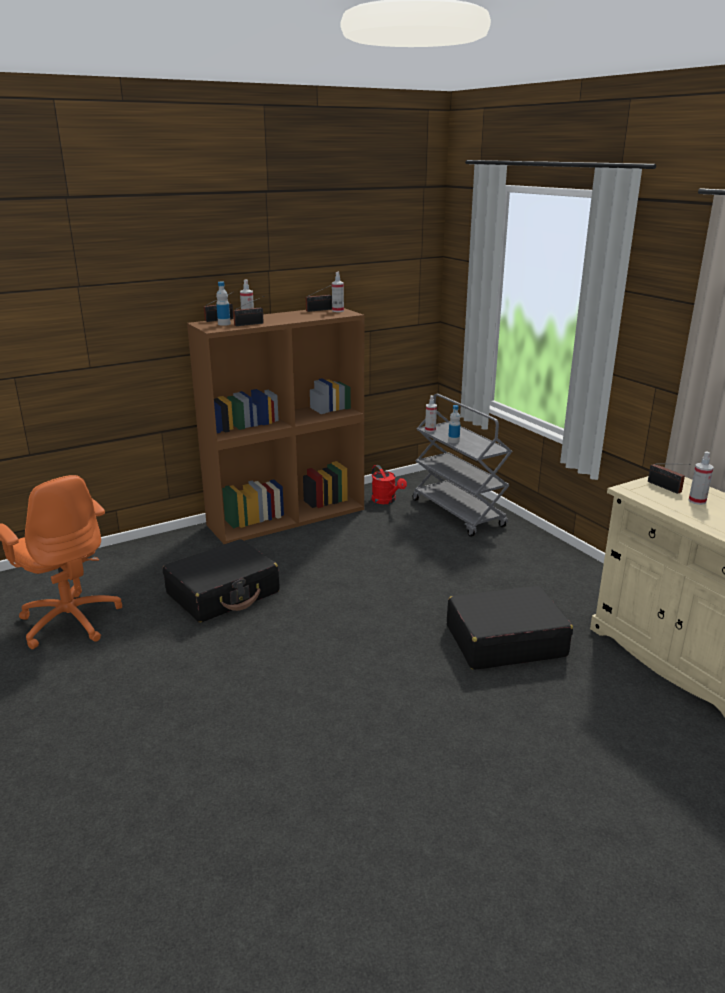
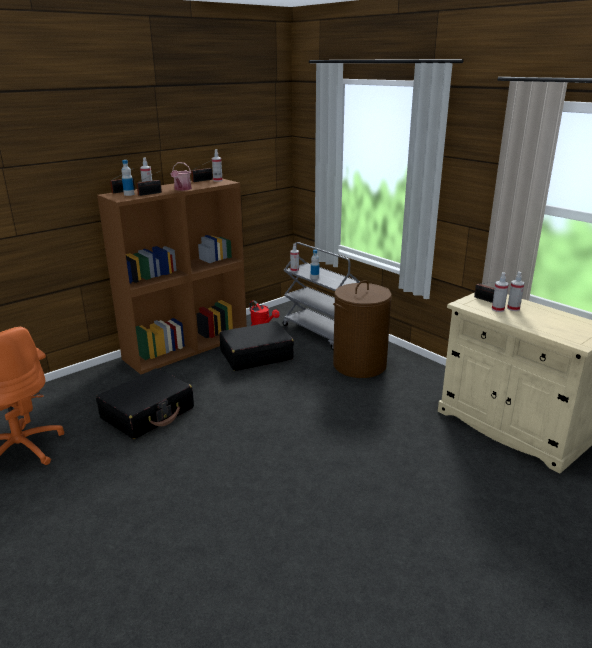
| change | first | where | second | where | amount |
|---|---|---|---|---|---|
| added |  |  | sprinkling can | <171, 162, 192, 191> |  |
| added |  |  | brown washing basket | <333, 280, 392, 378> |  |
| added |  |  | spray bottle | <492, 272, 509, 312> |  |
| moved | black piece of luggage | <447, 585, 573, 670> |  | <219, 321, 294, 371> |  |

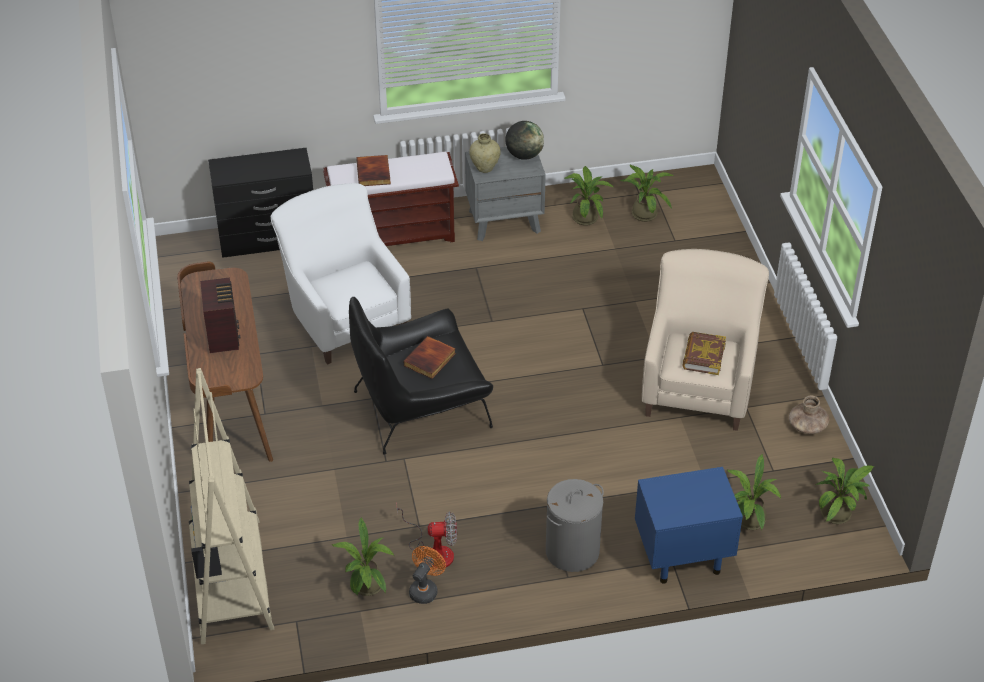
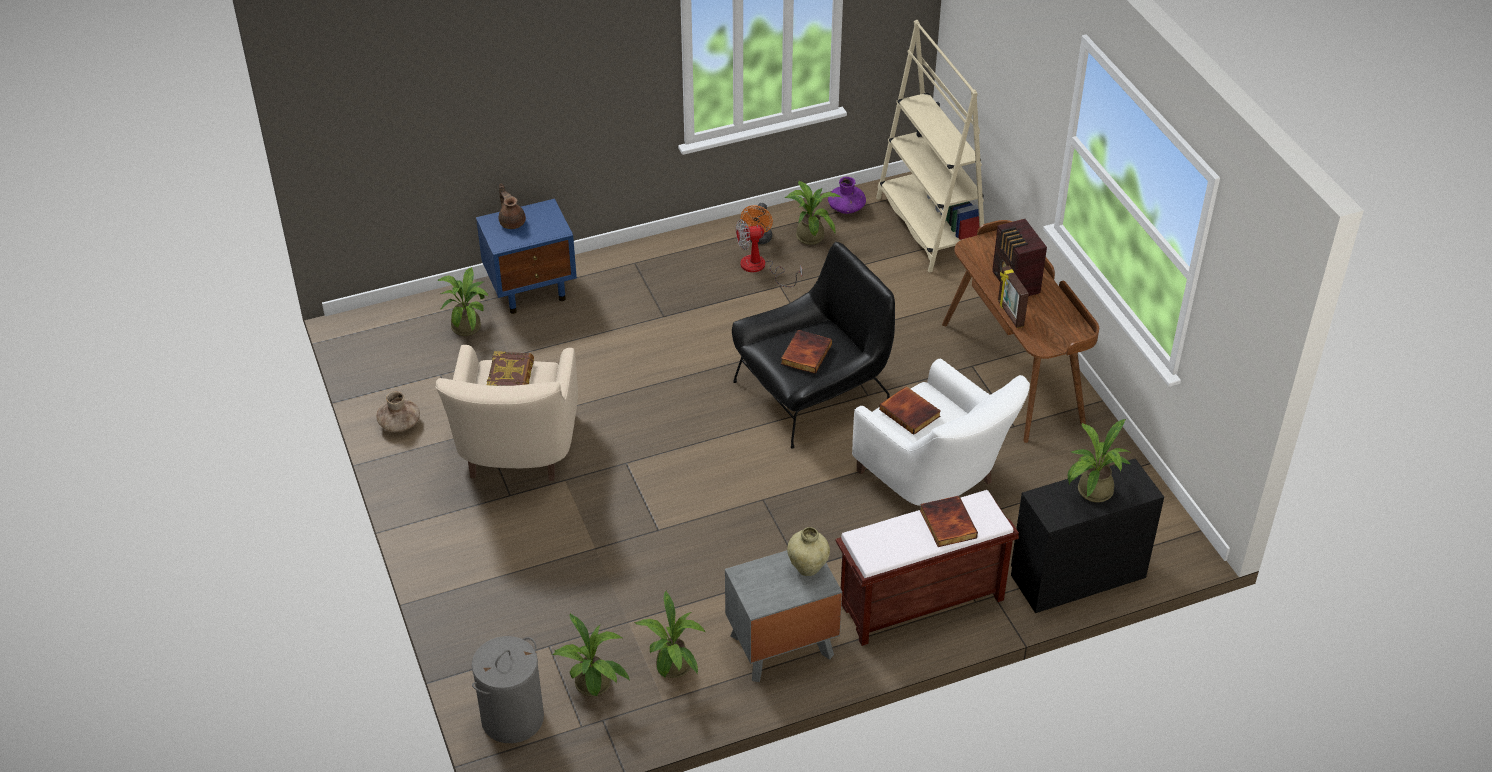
| change | first | where | second | where | amount |
|---|---|---|---|---|---|
| removed | world globe | <505, 121, 544, 160> |  |  |  |
| added |  |  | brown tea pot | <499, 183, 526, 229> |  |
| added |  |  | purple vase | <828, 177, 866, 214> |  |
| added |  |  | volume | <879, 386, 941, 435> |  |
| added |  |  | photo frame | <998, 266, 1029, 328> |  |
| moved | grey washing basket | <546, 479, 604, 572> |  | <472, 636, 544, 743> |  |
| moved | potted plant | <816, 458, 875, 524> |  | <1068, 419, 1131, 503> |  |

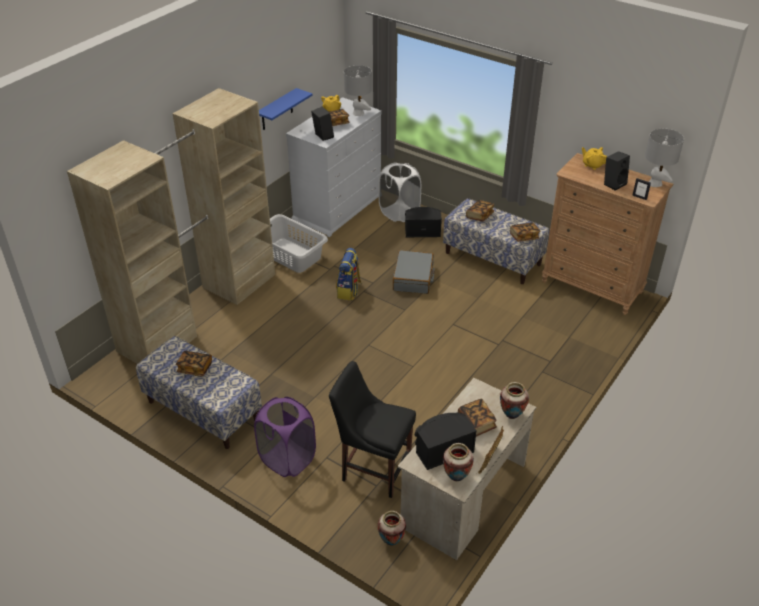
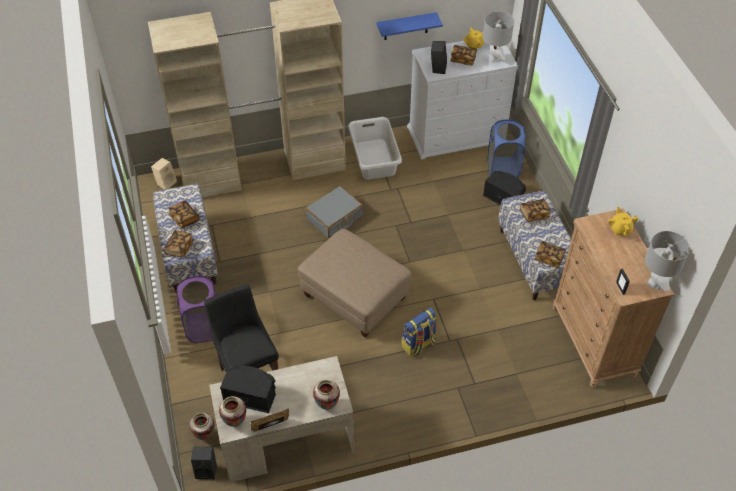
| change | first | where | second | where | amount |
|---|---|---|---|---|---|
| added |  |  | beige speaker | <151, 158, 177, 189> |  |
| added |  |  | beige ottoman | <298, 228, 411, 338> |  |
| moved | backpack | <336, 248, 362, 301> |  | <401, 308, 437, 357> |  |
| moved | grey piece of luggage | <393, 250, 434, 294> |  | <305, 186, 363, 238> |  |
| moved | volume | <458, 399, 497, 437> |  | <163, 230, 194, 258> |  |
| moved | black speaker | <604, 151, 630, 191> |  | <191, 447, 217, 479> |  |
| recoloured | white washing basket | <379, 162, 421, 222> | blue-coloured washing basket | <488, 120, 526, 177> |  |

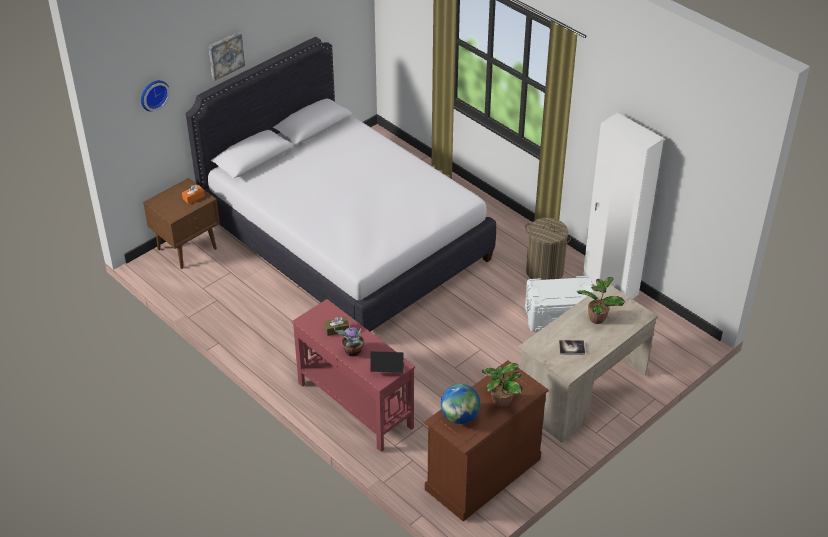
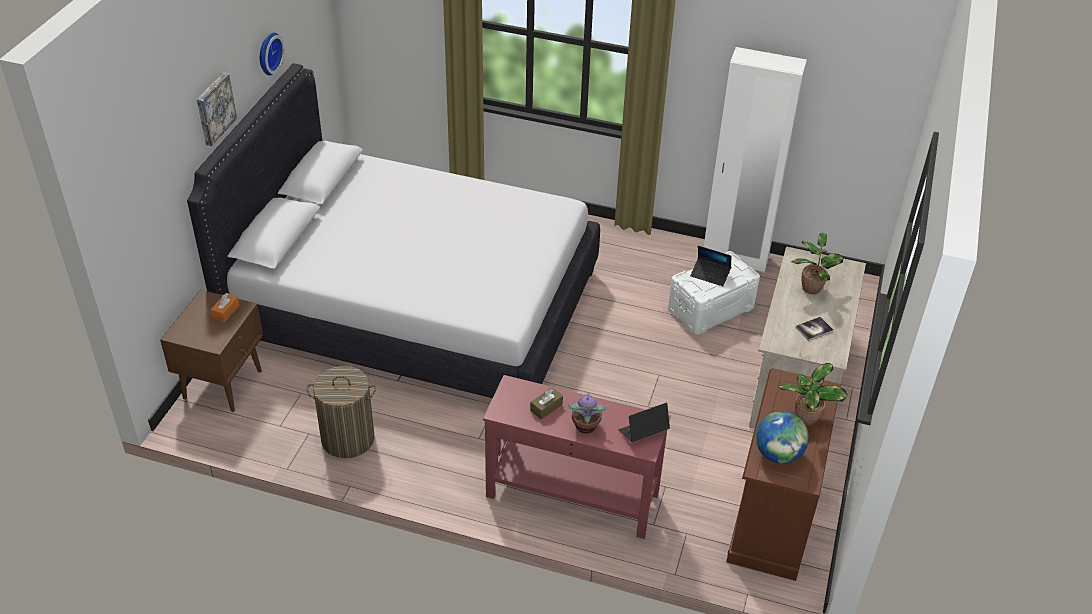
| change | first | where | second | where | amount |
|---|---|---|---|---|---|
| added |  |  | portable computer | <690, 246, 731, 286> |  |
| moved | wall clock | <141, 80, 170, 112> |  | <260, 33, 285, 76> |  |
| moved | washing basket | <525, 218, 571, 280> |  | <307, 366, 376, 458> |  |

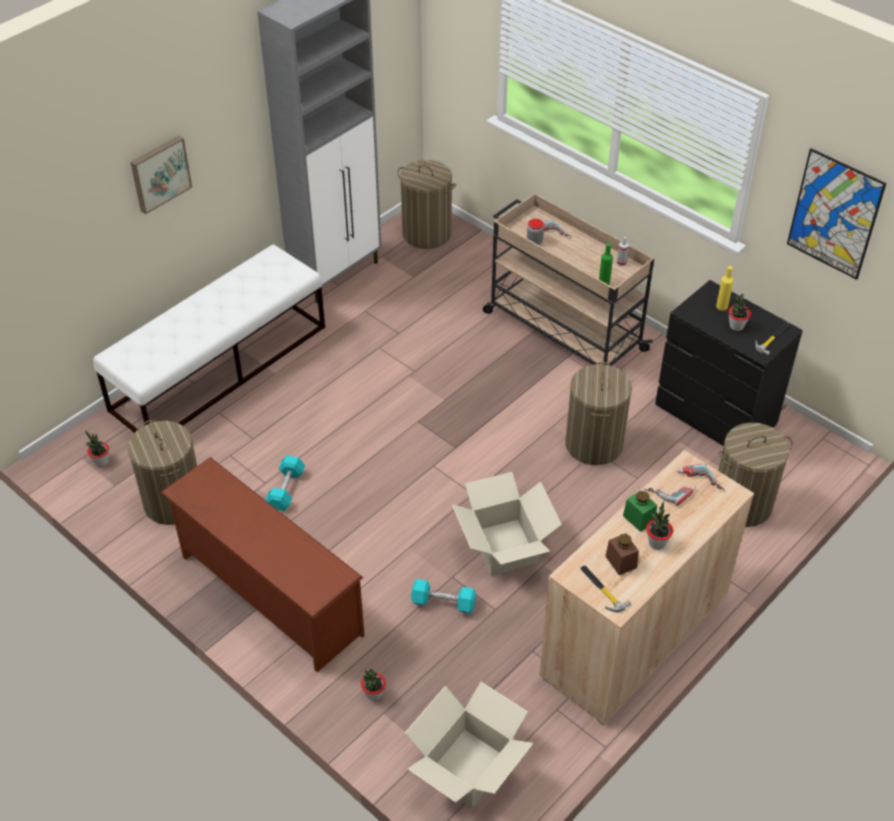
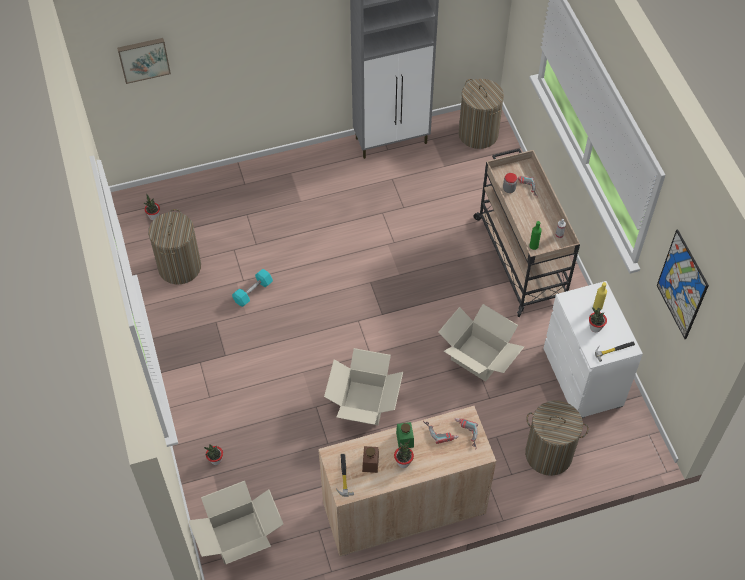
| change | first | where | second | where | amount |
|---|---|---|---|---|---|
| removed | white indoor bench | <93, 244, 325, 433> |  |  |  |
| removed | brown shoe rack | <161, 457, 365, 672> |  |  |  |
| removed | turquoise dumbbell | <411, 579, 476, 613> |  |  |  |
| moved | picture | <130, 136, 192, 214> |  | <117, 38, 171, 84> |  |
| replaced | washing basket | <565, 362, 632, 465> | carton | <438, 304, 524, 382> |  |
| recoloured | black dresser | <655, 280, 803, 446> | white dresser | <543, 281, 643, 418> |  |

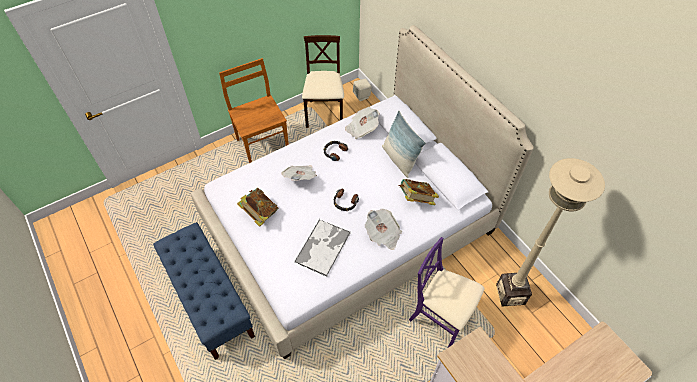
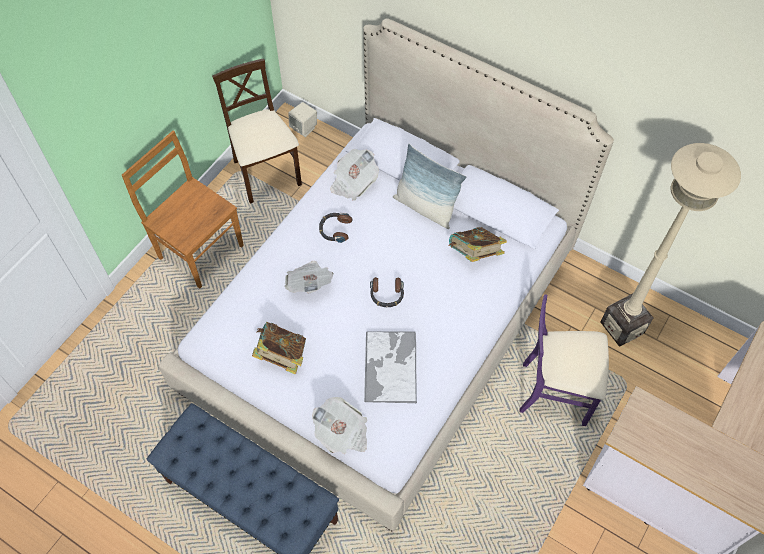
| change | first | where | second | where | amount |
|---|---|---|---|---|---|
| moved | printed paper | <365, 209, 402, 250> |  | <312, 397, 367, 454> |  |

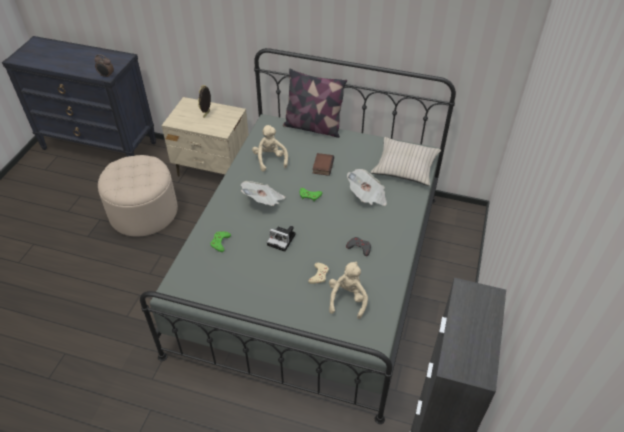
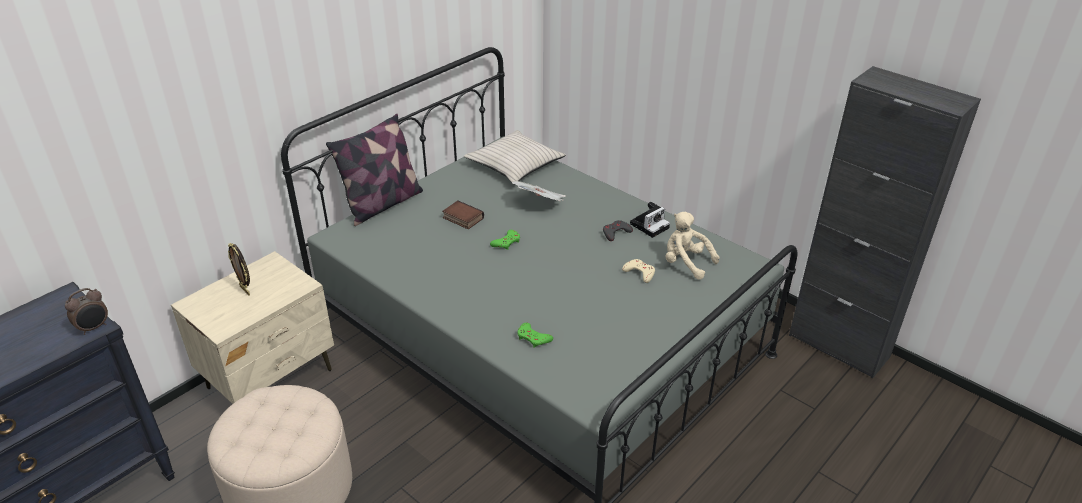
| change | first | where | second | where | amount |
|---|---|---|---|---|---|
| removed | printed paper | <241, 181, 285, 206> |  |  |  |
| removed | beige cuddly toy | <252, 125, 288, 172> |  |  |  |
| moved | still camera | <267, 226, 296, 252> |  | <630, 202, 670, 238> |  |

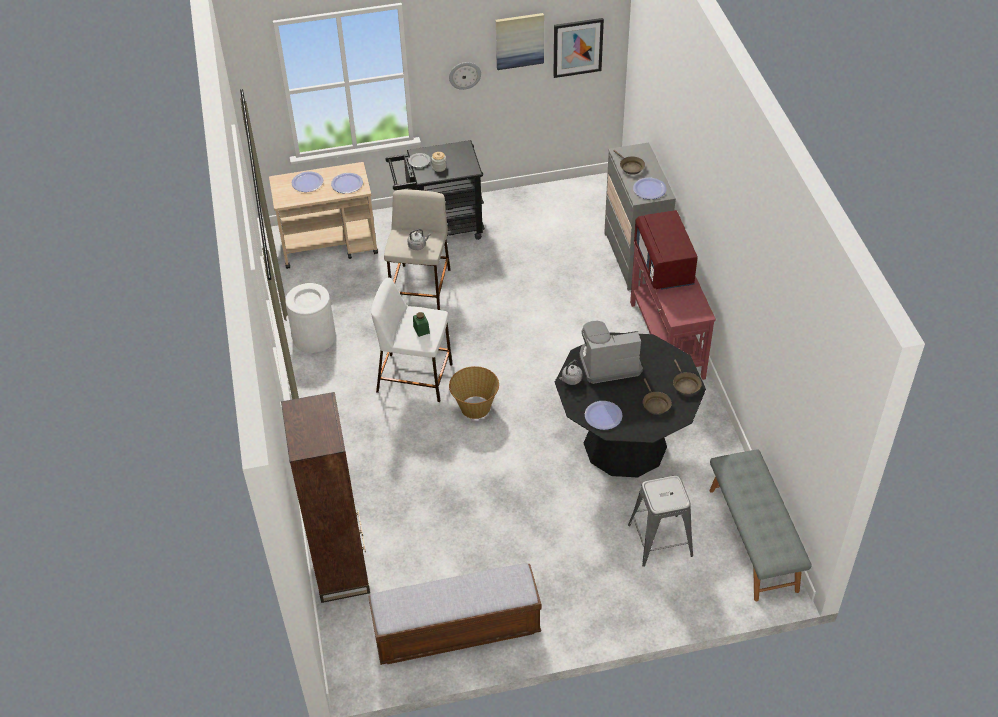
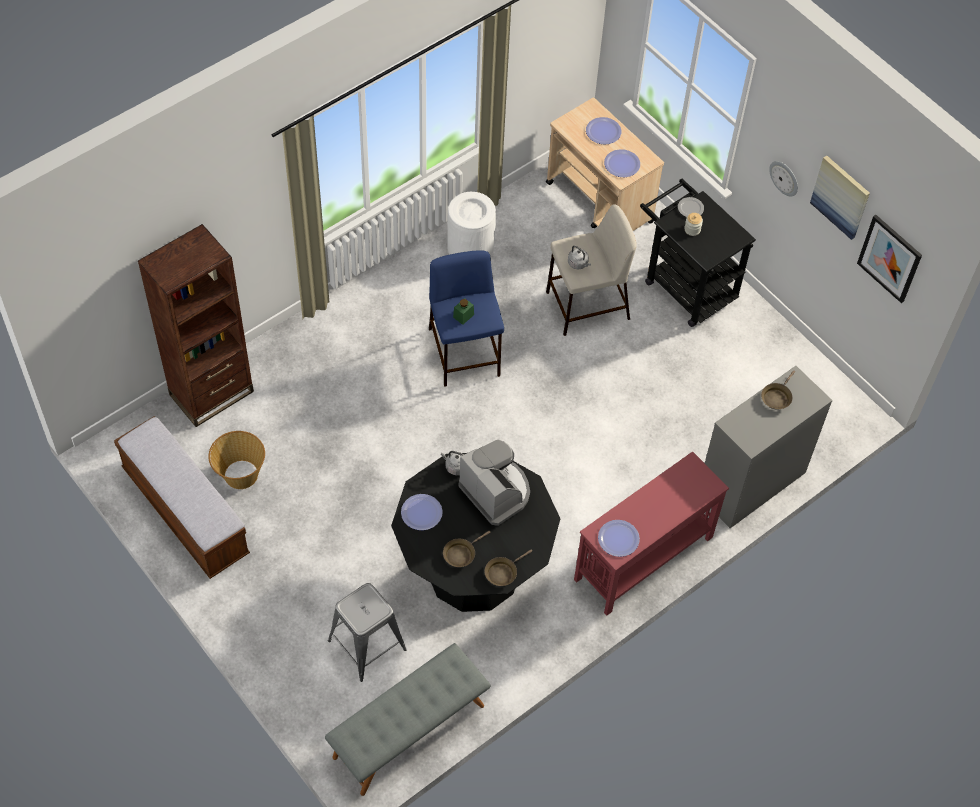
| change | first | where | second | where | amount |
|---|---|---|---|---|---|
| removed | red microwave | <634, 210, 698, 290> |  |  |  |
| moved | household basket | <449, 366, 499, 419> |  | <208, 431, 265, 489> |  |
| moved | plate | <633, 177, 666, 199> |  | <598, 520, 640, 557> |  |
| recoloured | white sitting stool | <371, 278, 453, 402> | blue-coloured sitting stool | <429, 250, 504, 387> |  |

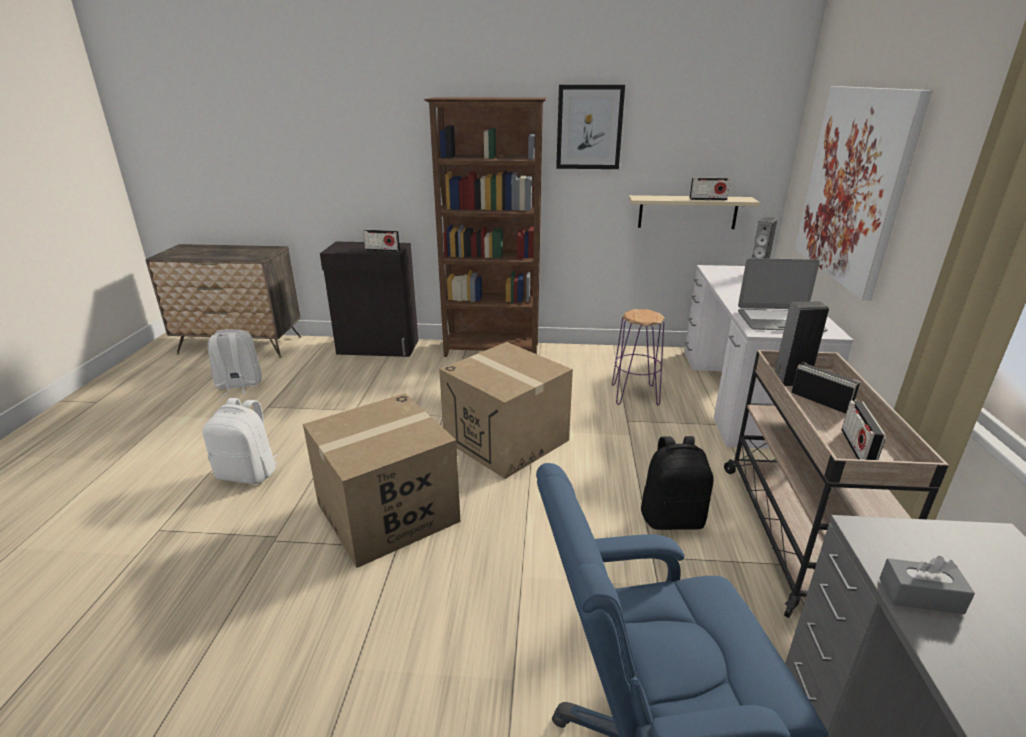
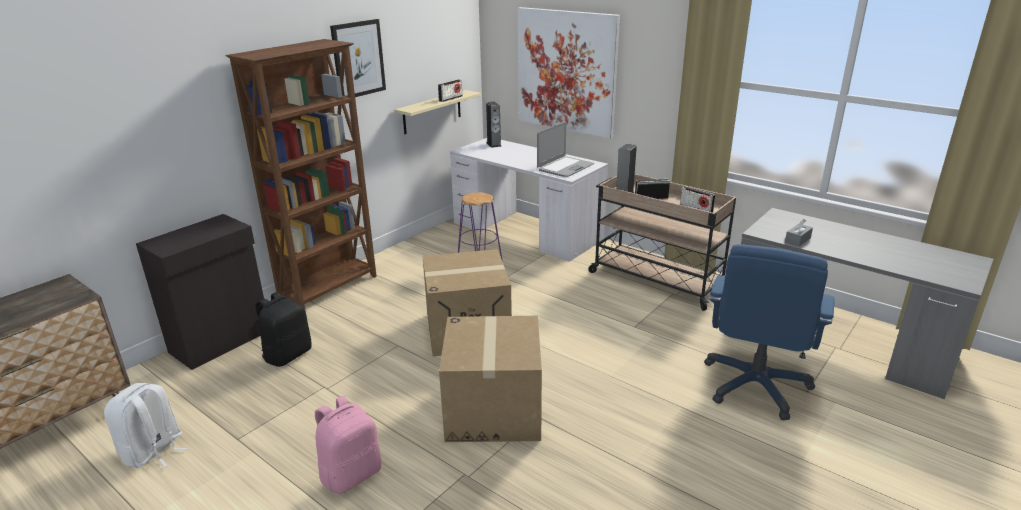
| change | first | where | second | where | amount |
|---|---|---|---|---|---|
| removed | radio receiver | <363, 230, 400, 252> |  |  |  |
| moved | black backpack | <641, 436, 714, 530> |  | <255, 292, 312, 367> |  |
| recoloured | white backpack | <202, 398, 278, 484> | pink backpack | <315, 396, 381, 494> |  |

